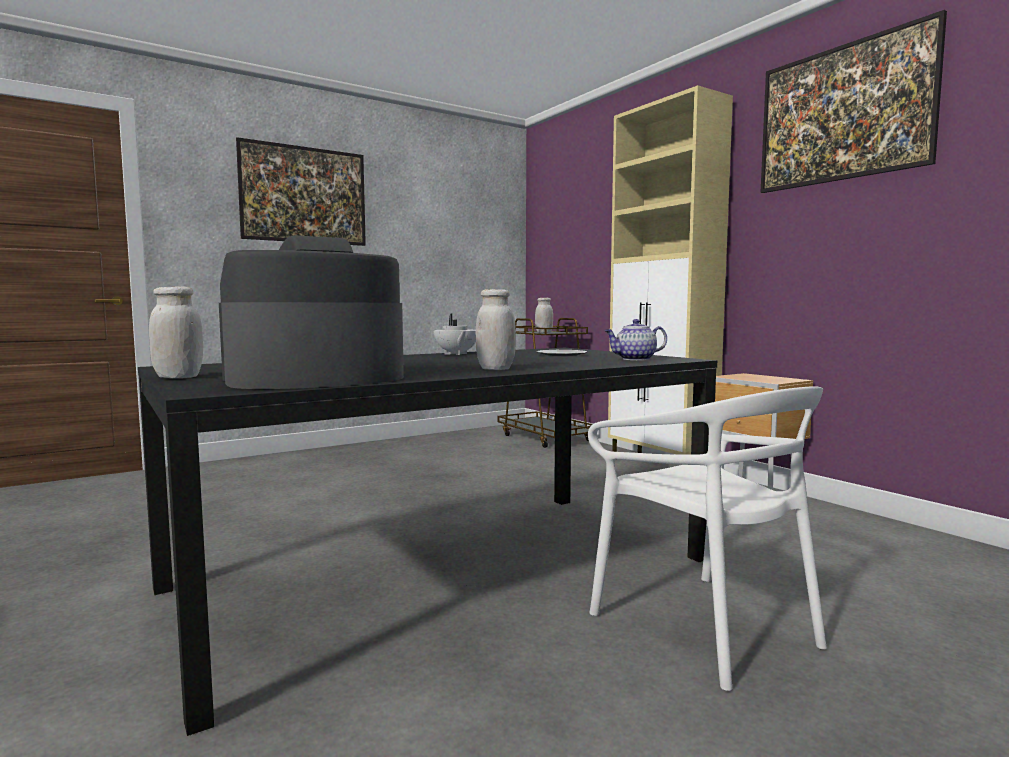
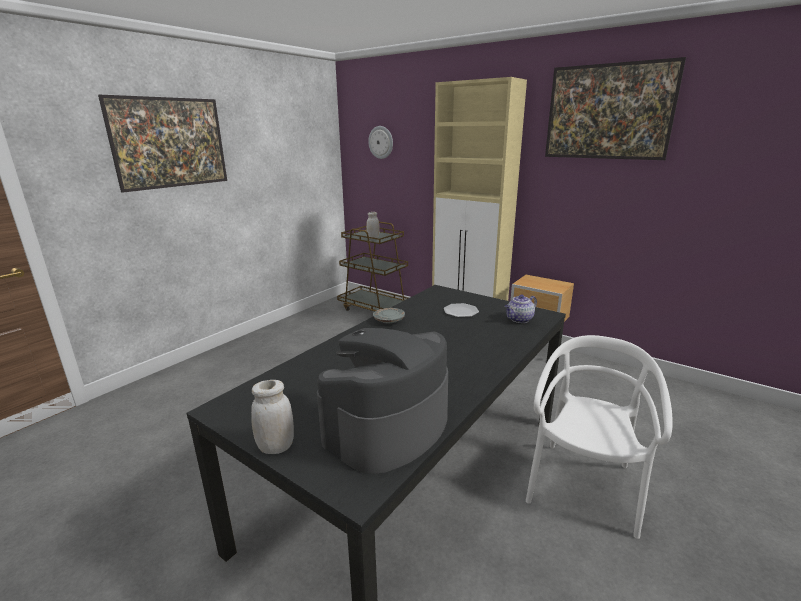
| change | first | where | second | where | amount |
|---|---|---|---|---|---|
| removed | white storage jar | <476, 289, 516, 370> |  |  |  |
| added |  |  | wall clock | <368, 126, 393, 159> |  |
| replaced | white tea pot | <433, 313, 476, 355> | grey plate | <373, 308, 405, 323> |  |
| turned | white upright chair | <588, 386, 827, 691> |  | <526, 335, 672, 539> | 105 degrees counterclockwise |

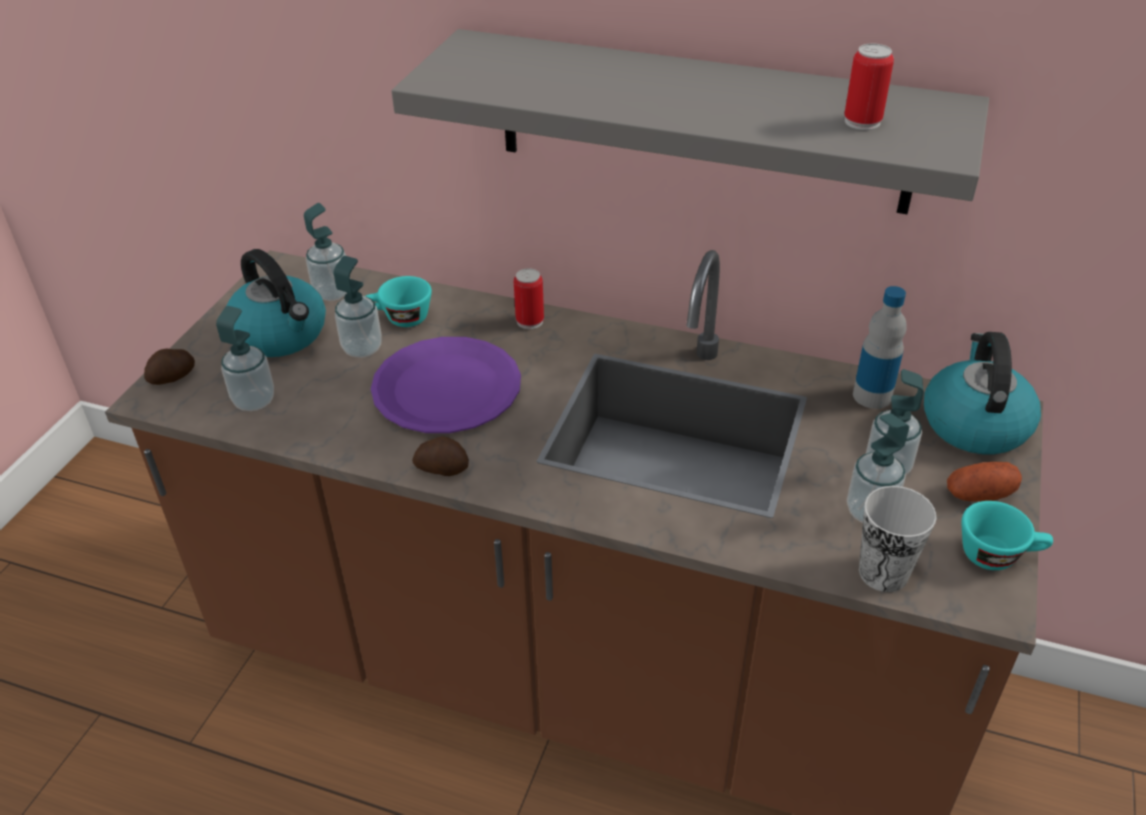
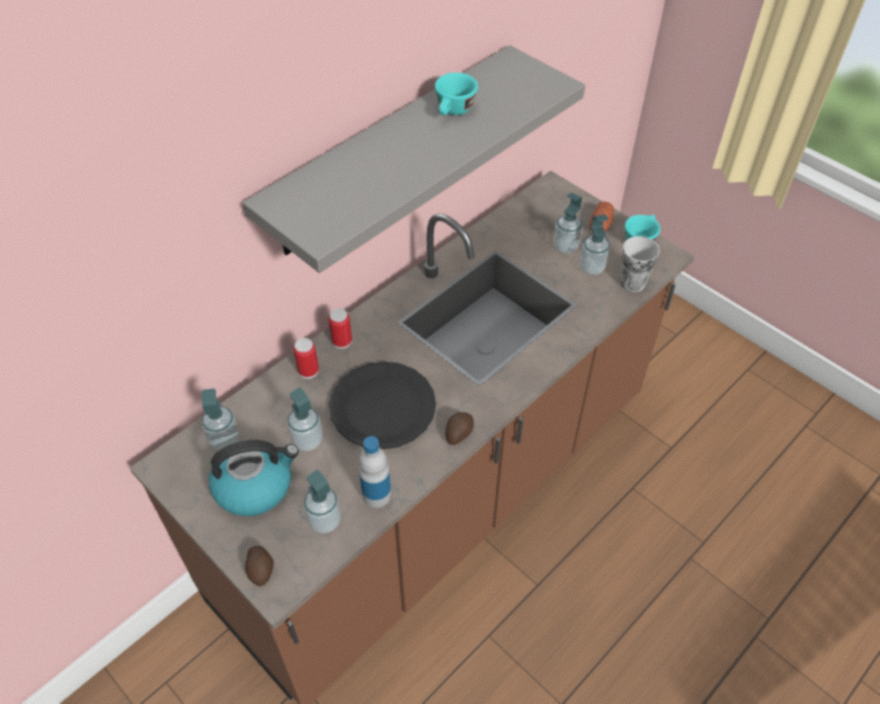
| change | first | where | second | where | amount |
|---|---|---|---|---|---|
| removed | water kettle | <924, 332, 1041, 454> |  |  |  |
| moved | turquoise small cup | <366, 276, 432, 327> |  | <435, 73, 478, 115> |  |
| moved | metal can | <844, 44, 894, 130> |  | <293, 338, 319, 379> |  |
| moved | drink bottle | <853, 286, 906, 409> |  | <359, 436, 391, 508> |  |
| recoloured | purple plate | <371, 337, 521, 433> | black plate | <329, 362, 436, 449> |  |

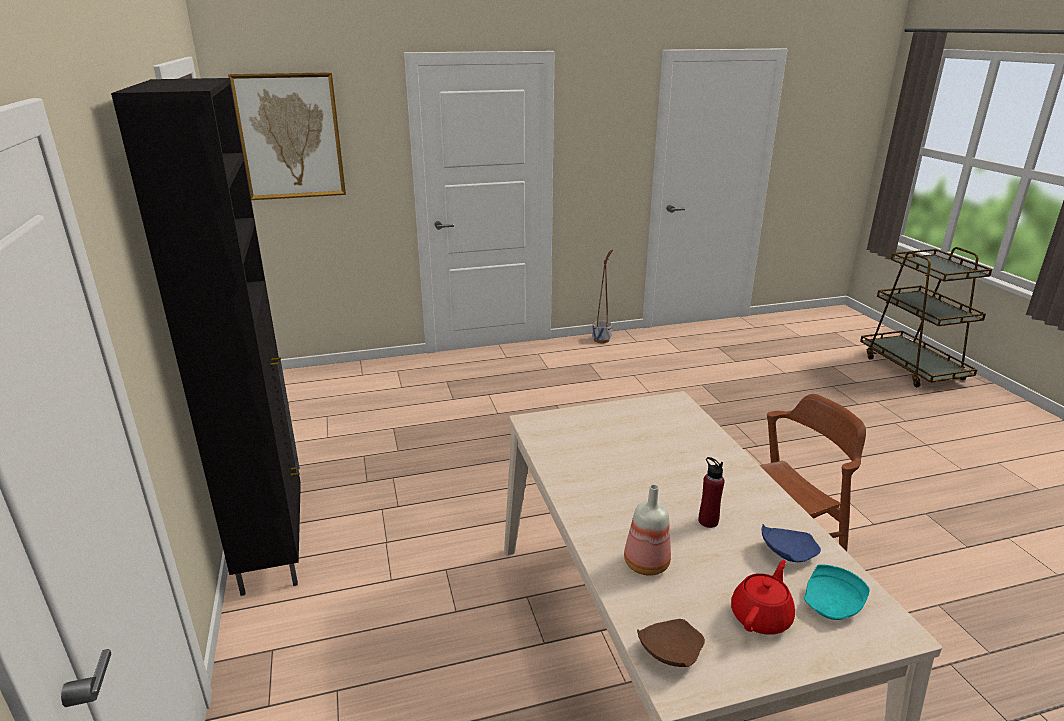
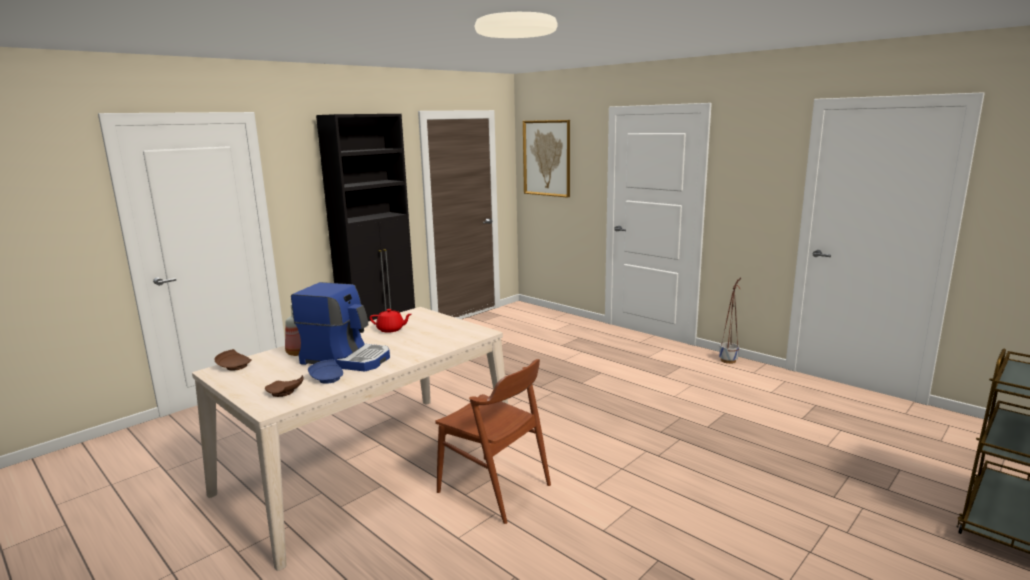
| change | first | where | second | where | amount |
|---|---|---|---|---|---|
| moved | red tea pot | <731, 560, 795, 634> |  | <370, 309, 411, 333> |  |
| replaced | red drink bottle | <699, 457, 724, 528> | coffee brewer | <291, 282, 390, 371> |  |
| recoloured | turquoise plate | <804, 564, 870, 620> | brown plate | <265, 375, 303, 397> |  |

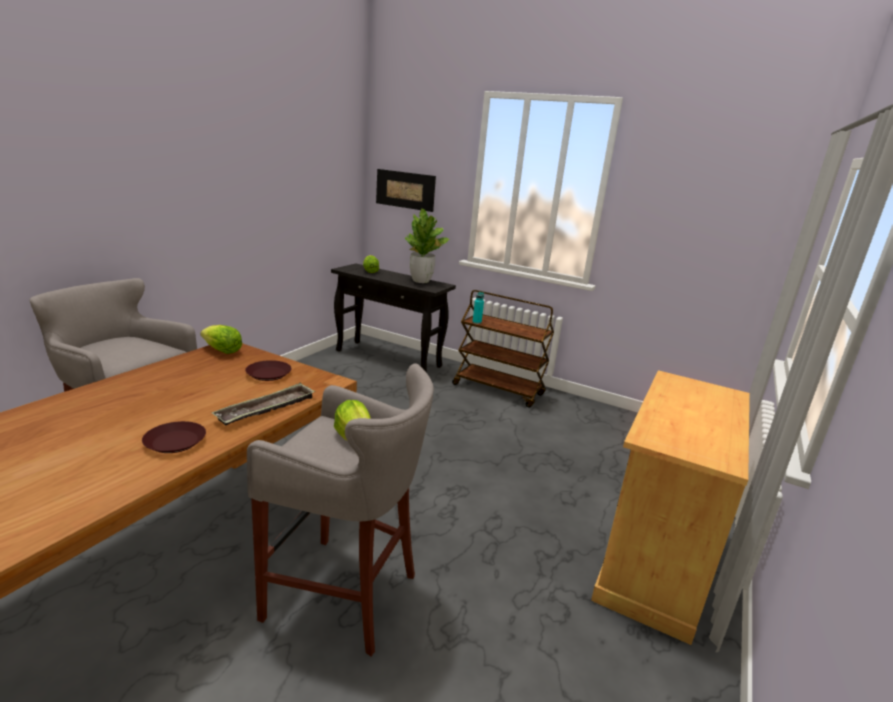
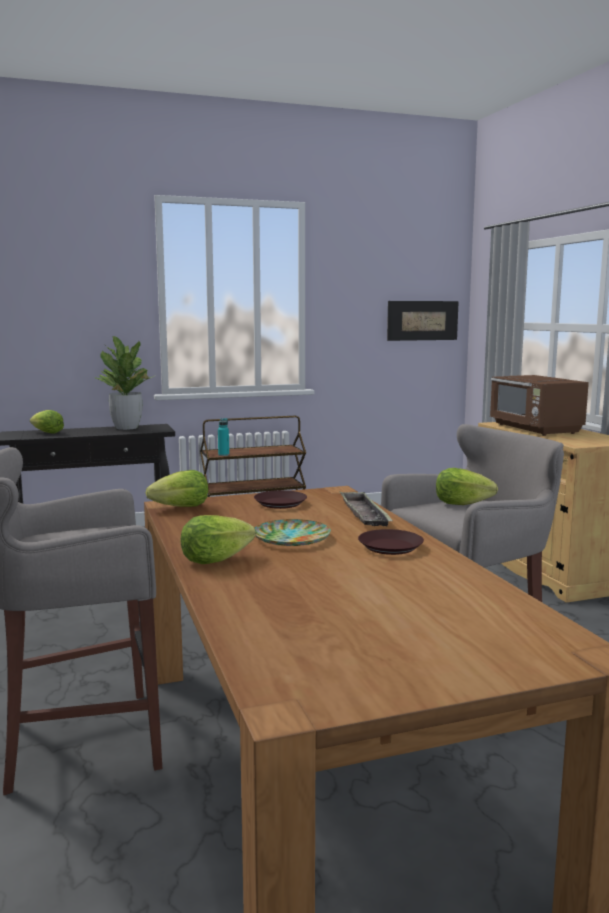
| change | first | where | second | where | amount |
|---|---|---|---|---|---|
| added |  |  | head of lettuce | <181, 515, 256, 564> |  |
| added |  |  | plate | <255, 519, 331, 546> |  |
| added |  |  | brown microwave | <490, 375, 589, 436> |  |
| moved | picture | <376, 169, 436, 212> |  | <387, 301, 459, 341> |  |

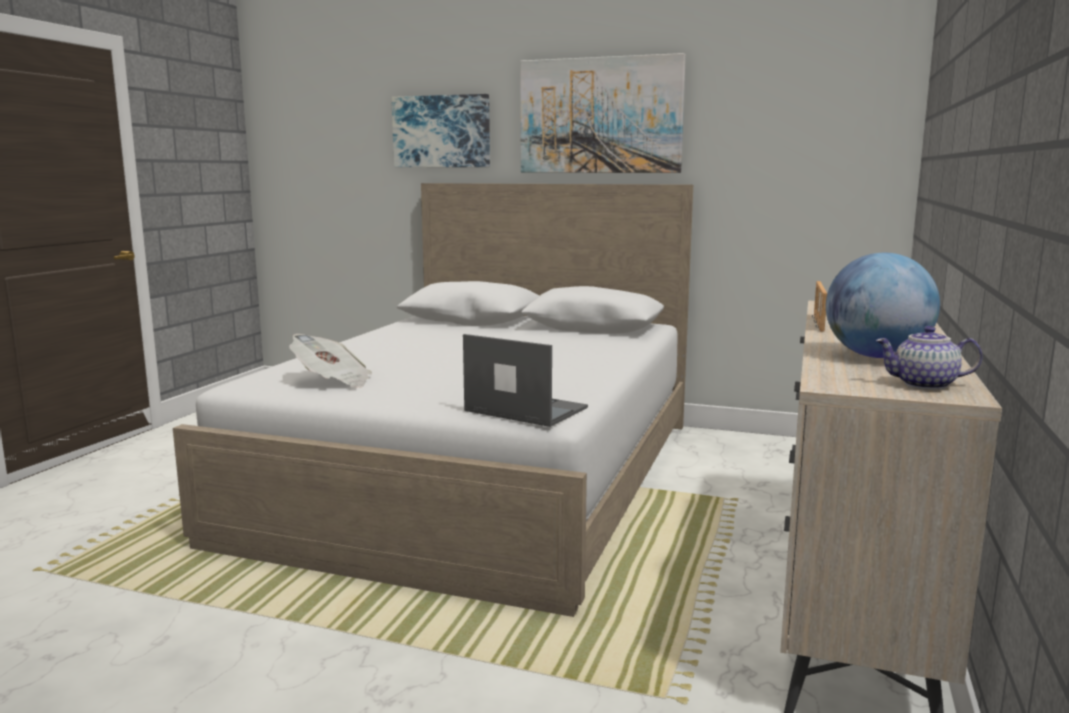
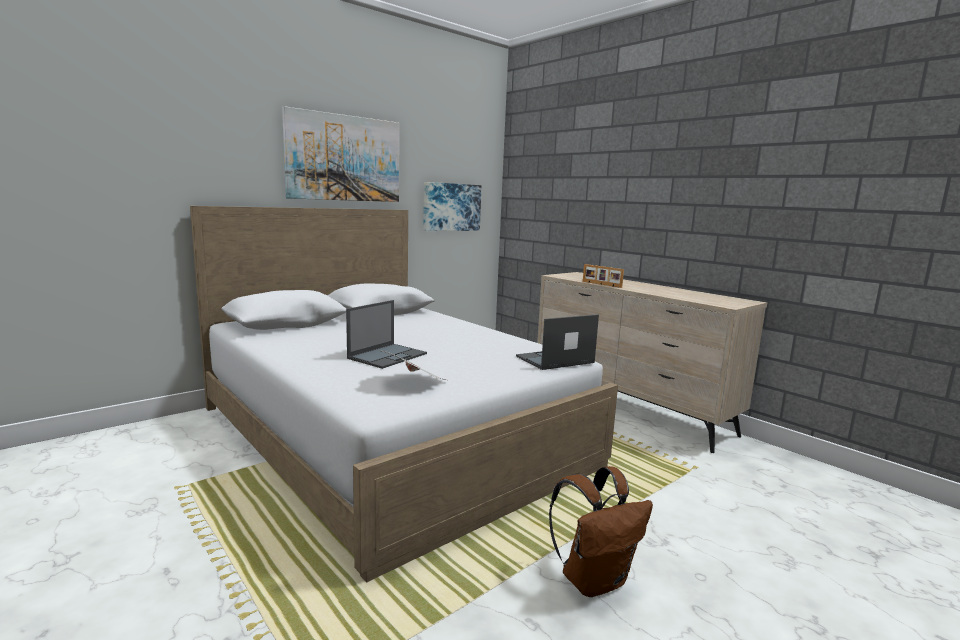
| change | first | where | second | where | amount |
|---|---|---|---|---|---|
| removed | world globe | <826, 253, 940, 358> |  |  |  |
| removed | tea pot | <875, 326, 982, 390> |  |  |  |
| added |  |  | portable computer | <346, 300, 427, 369> |  |
| added |  |  | brown backpack | <549, 466, 653, 597> |  |
| moved | picture | <391, 94, 490, 167> |  | <423, 182, 481, 231> |  |

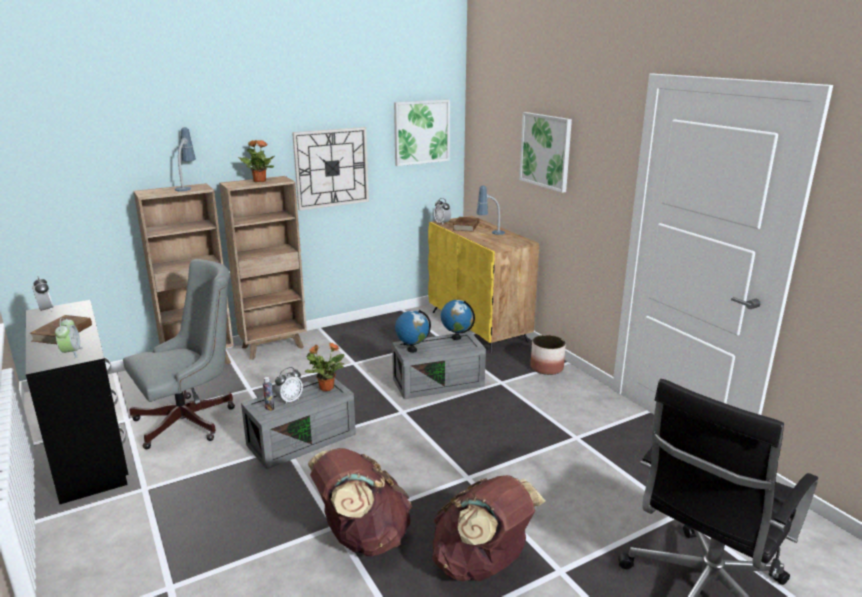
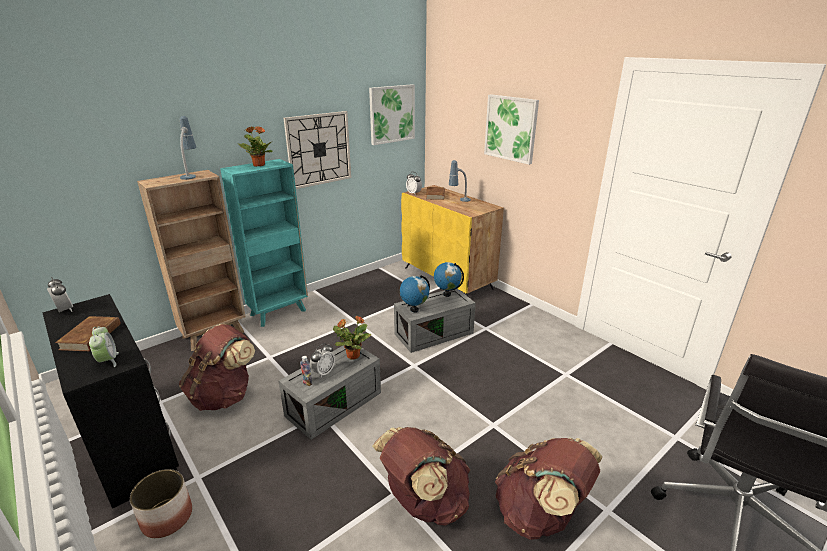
| change | first | where | second | where | amount |
|---|---|---|---|---|---|
| moved | plant pot | <530, 335, 566, 375> |  | <130, 469, 192, 538> |  |
| replaced | grey office chair | <123, 259, 235, 449> | brown backpack | <179, 324, 255, 411> |  |
| recoloured | brown bookshelf | <219, 176, 307, 360> | turquoise bookshelf | <220, 159, 308, 327> |  |

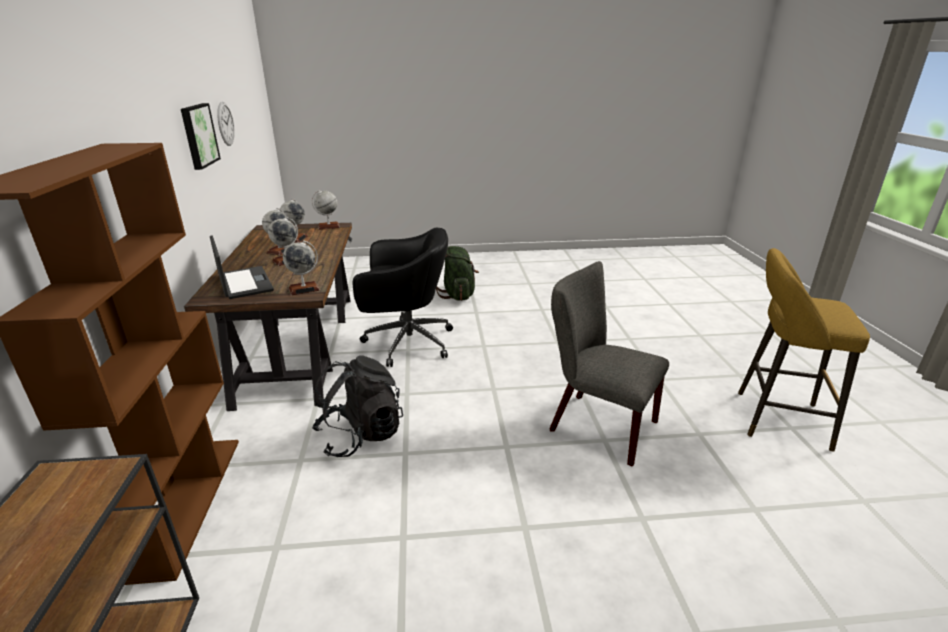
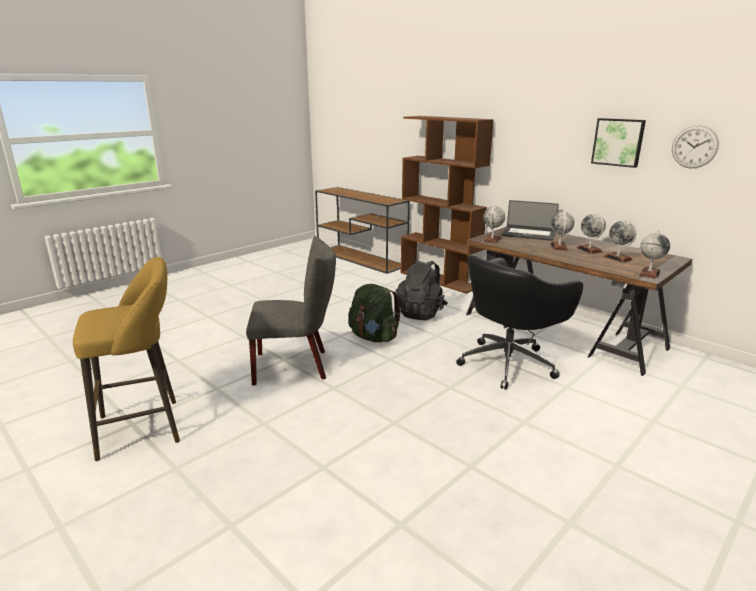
| change | first | where | second | where | amount |
|---|---|---|---|---|---|
| moved | greenish backpack | <436, 246, 479, 300> |  | <348, 284, 401, 342> |  |

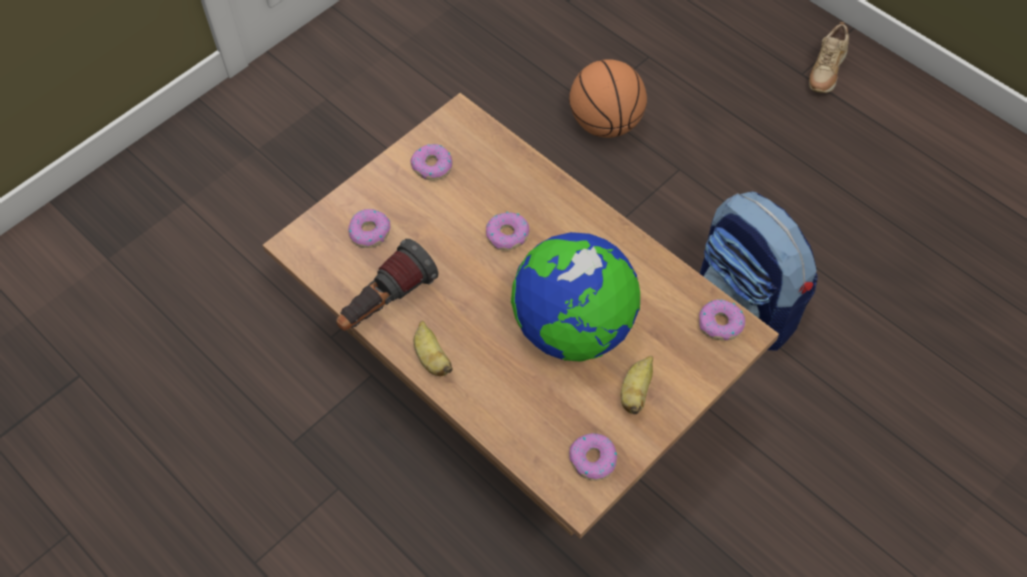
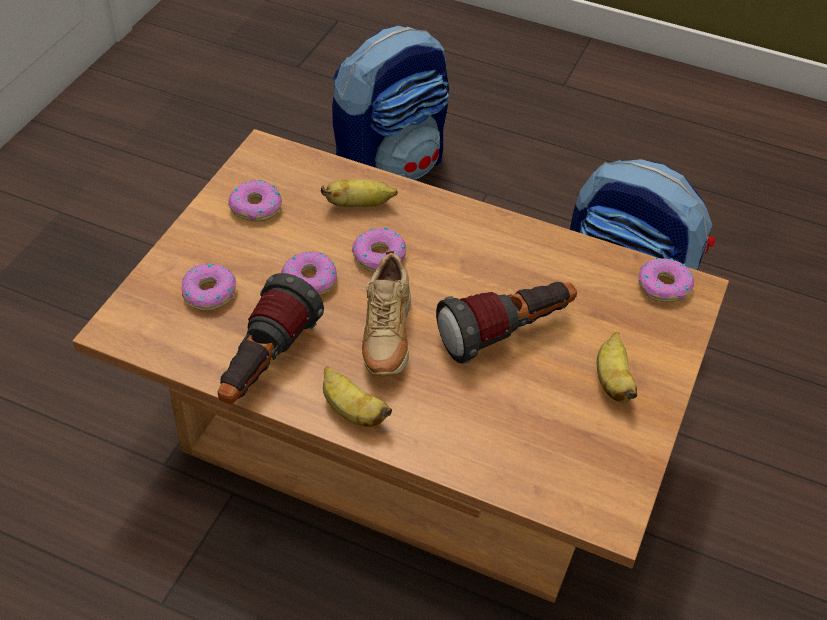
| change | first | where | second | where | amount |
|---|---|---|---|---|---|
| added |  |  | banana | <321, 179, 398, 207> |  |
| moved | ring doughnut | <569, 433, 617, 481> |  | <281, 252, 337, 296> |  |
| moved | beige shoe | <809, 22, 849, 93> |  | <362, 250, 411, 376> |  |
| replaced | world globe | <511, 232, 640, 362> | flashlight | <436, 282, 577, 364> |  |
| replaced | basketball | <569, 59, 647, 138> | backpack | <332, 26, 449, 180> |  |

